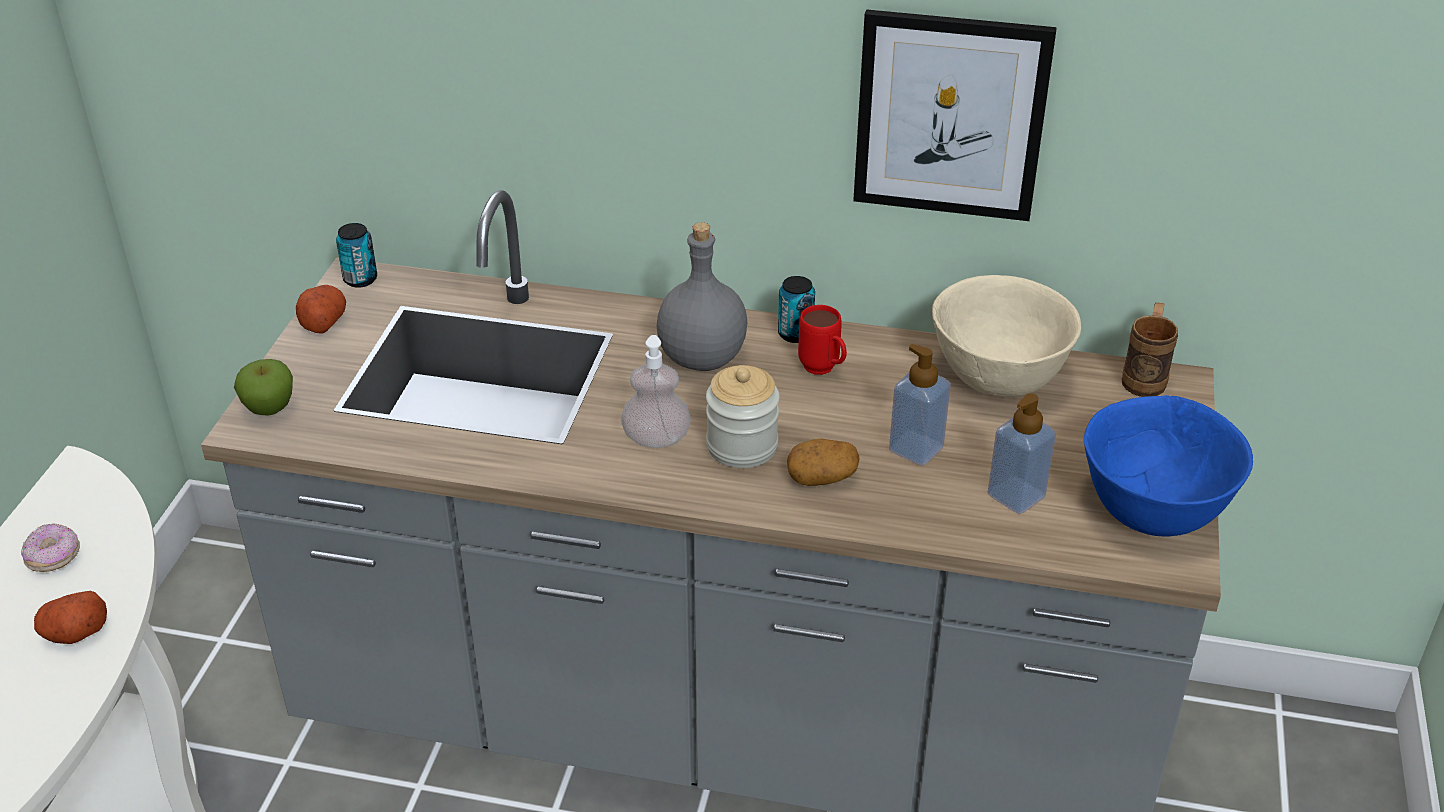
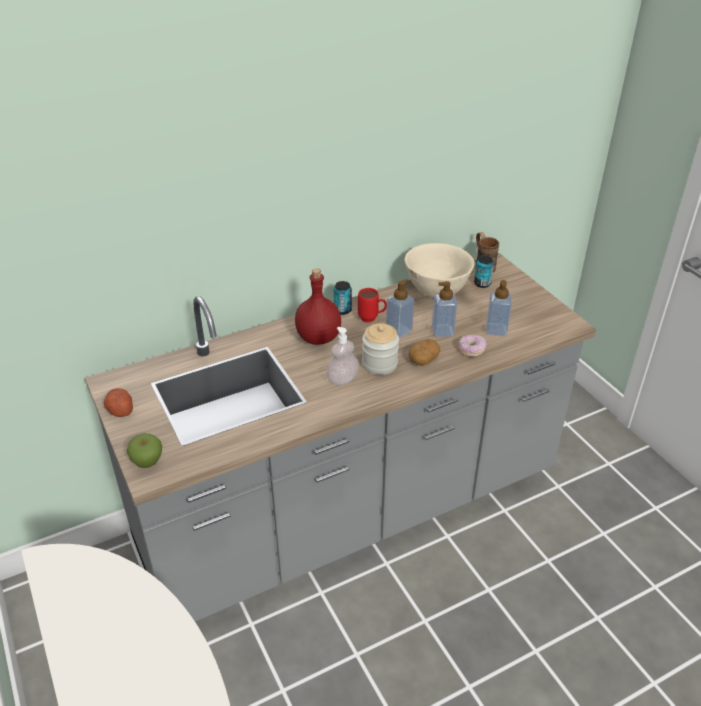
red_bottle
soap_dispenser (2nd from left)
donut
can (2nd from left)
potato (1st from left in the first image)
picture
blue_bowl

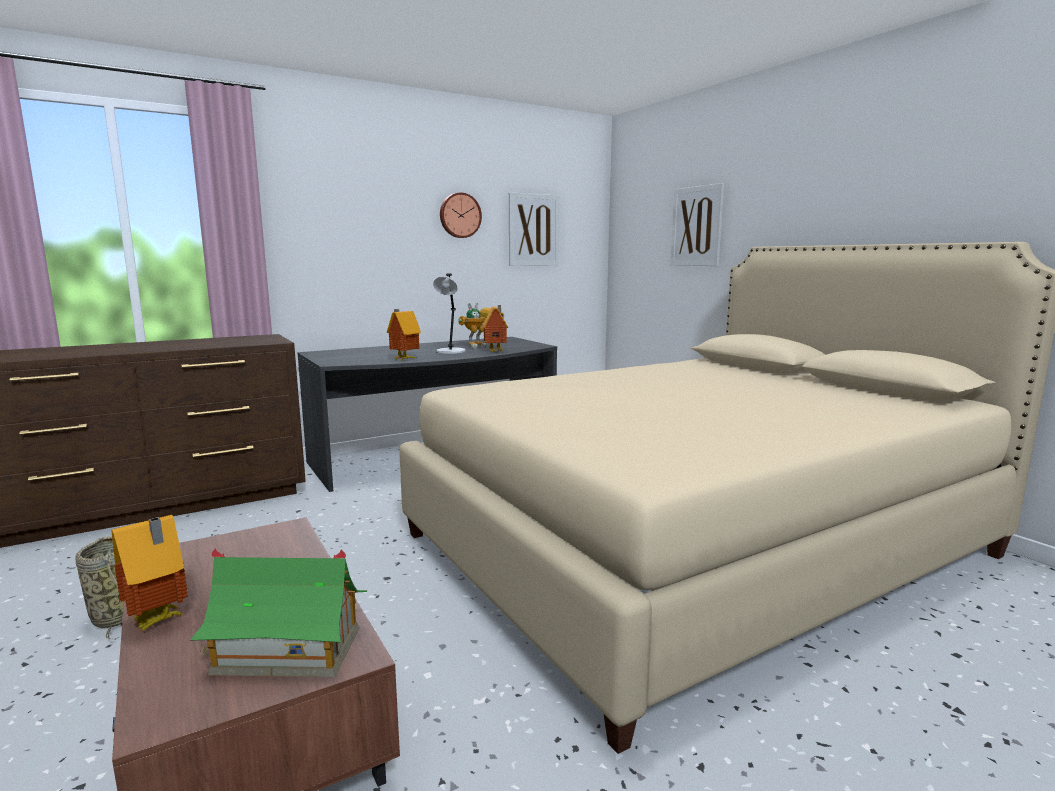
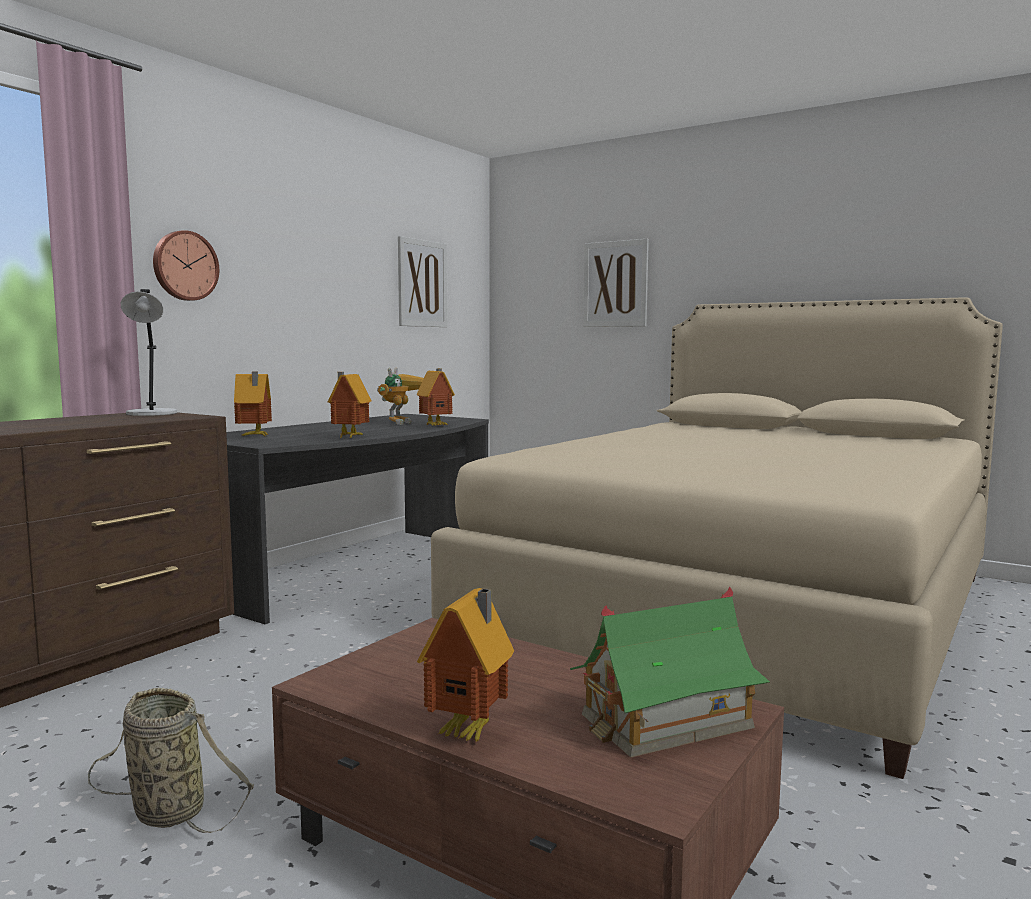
grey_table_lamp
wall_clock
toy_house (1st from left)

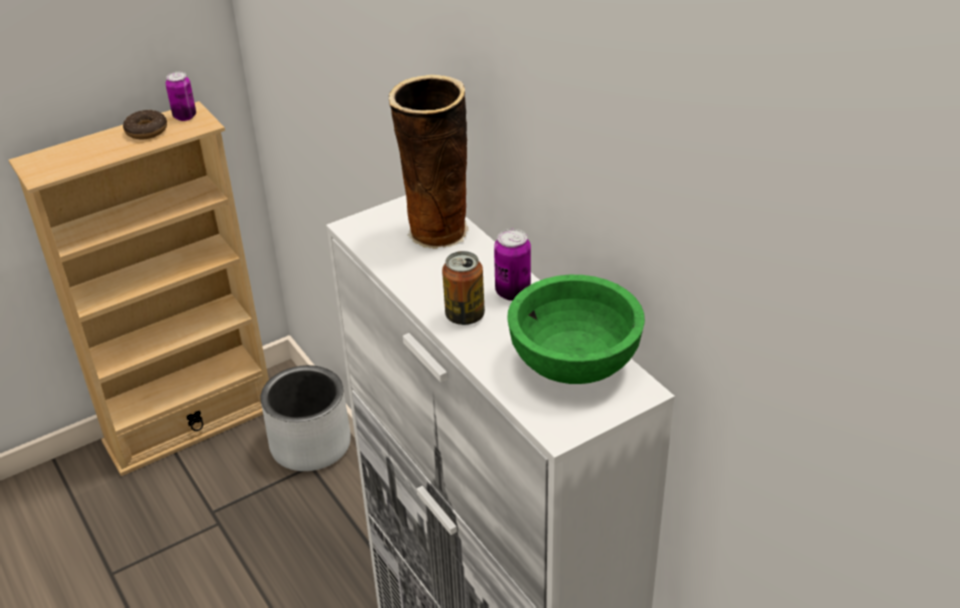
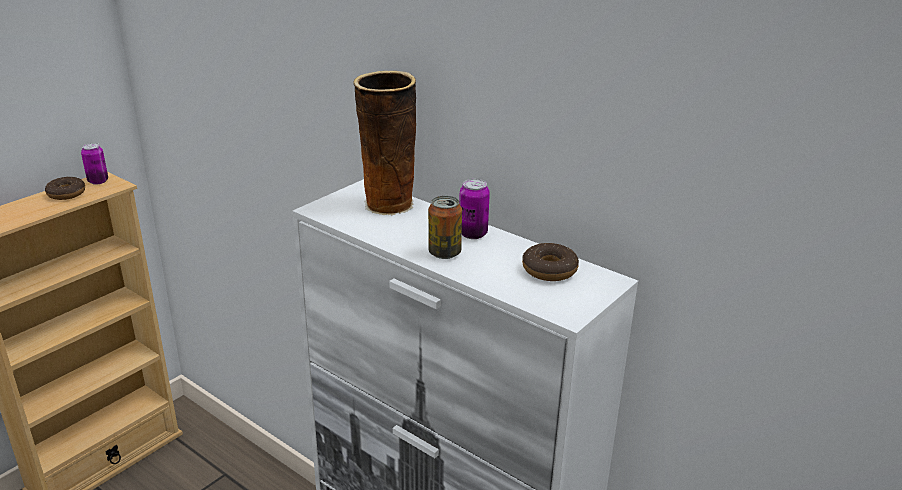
donut (2nd from left)
grey_planter

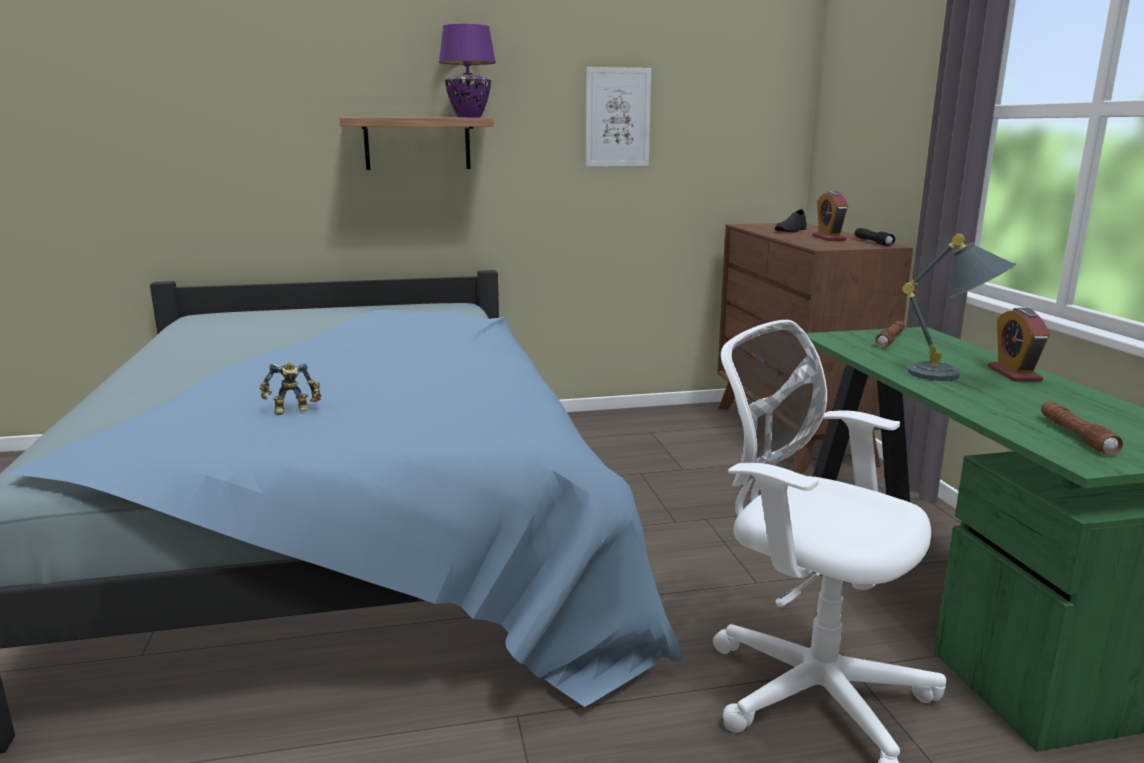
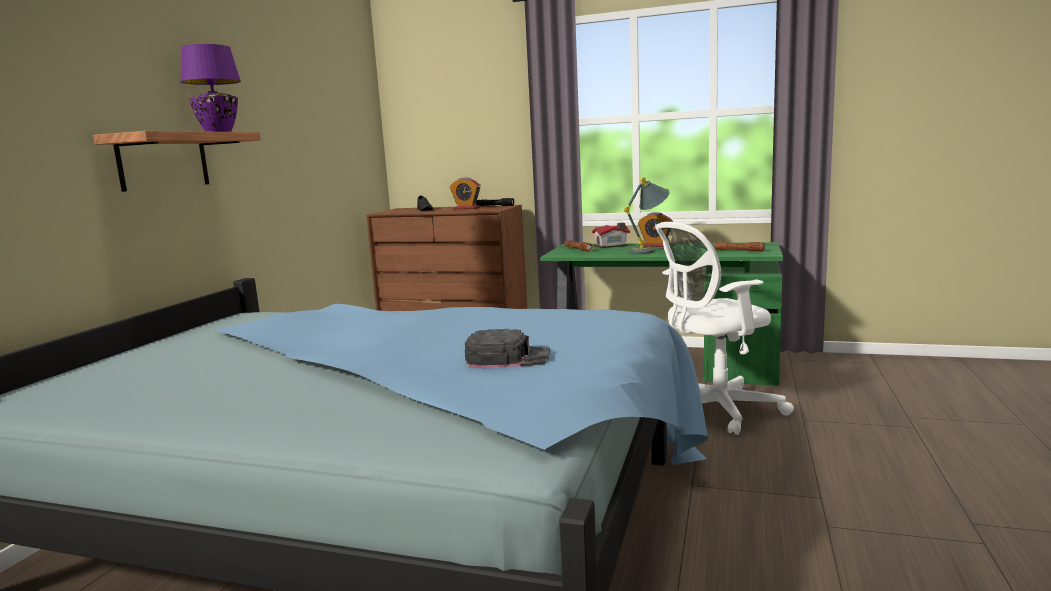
black_cap
toy_house
picture

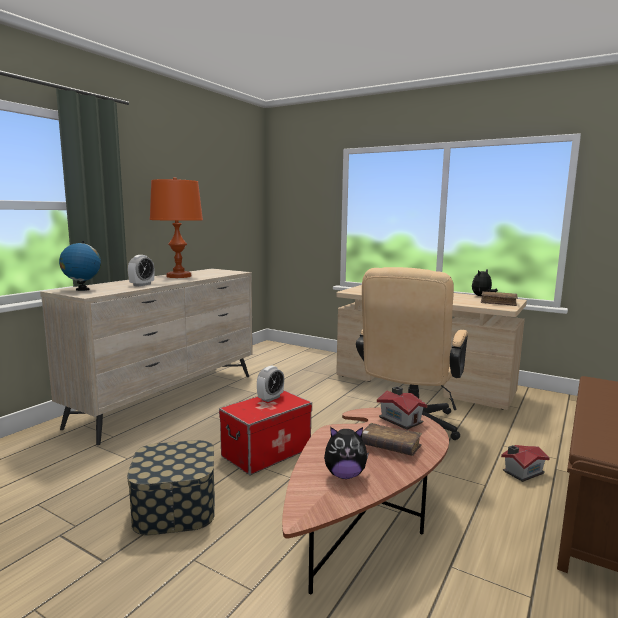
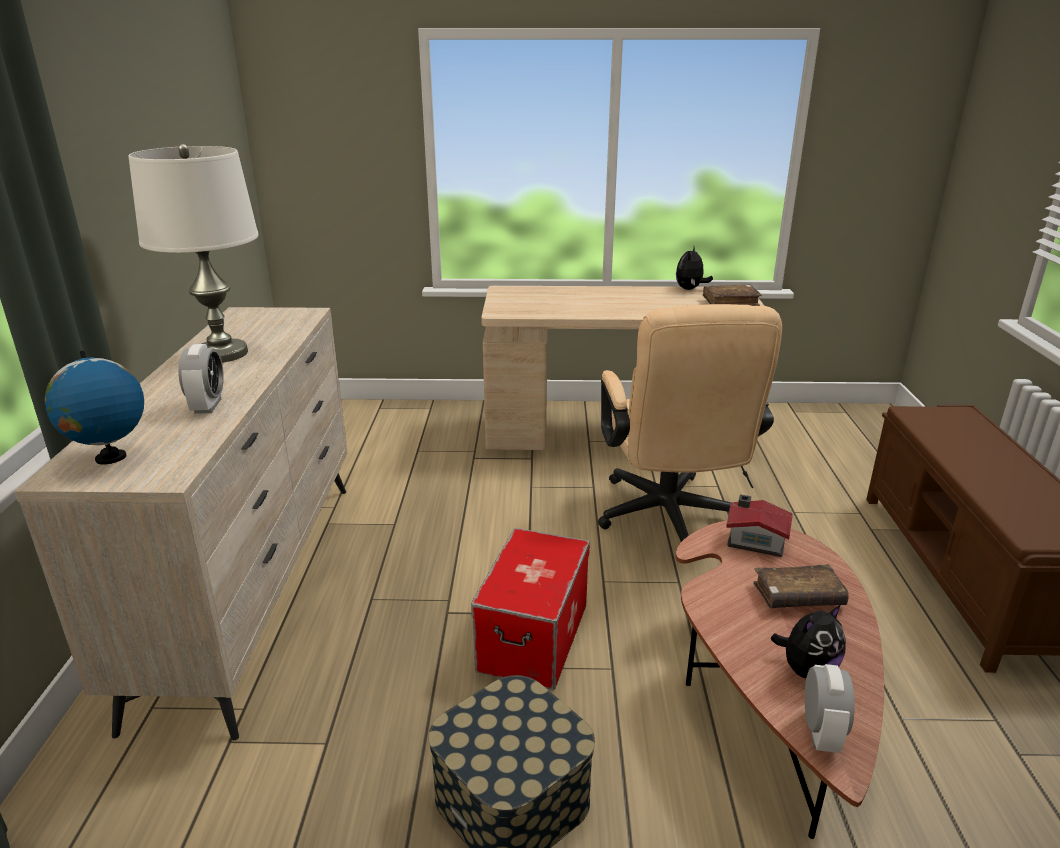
white_table_lamp
alarm_clock (2nd from left)
toy_house (2nd from left in the first image)

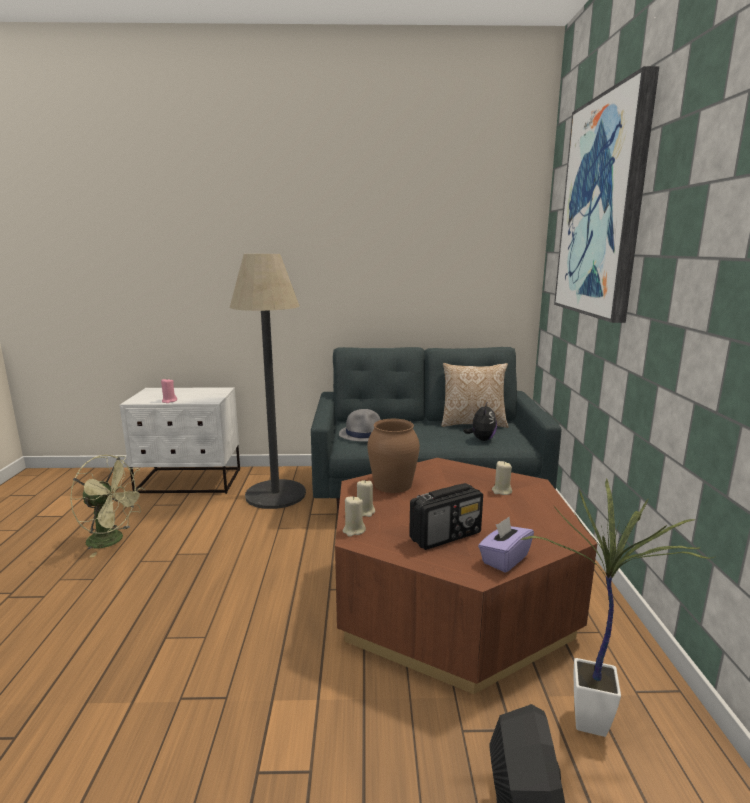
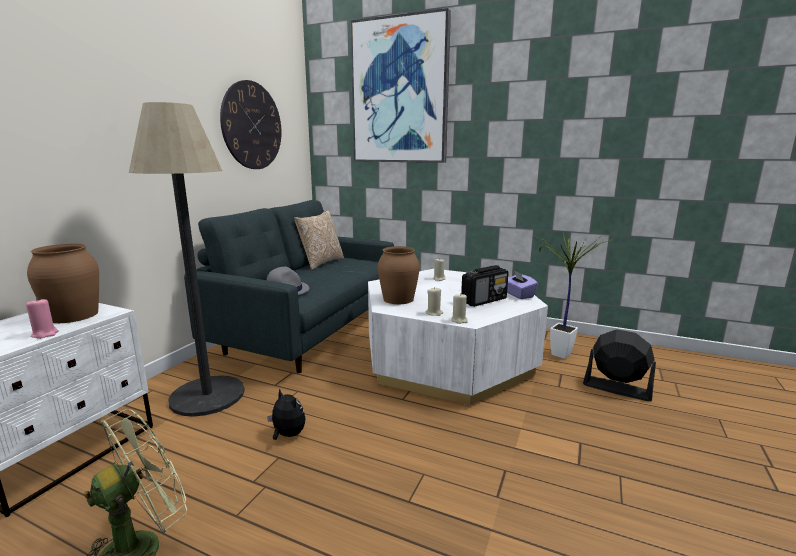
brown_vase (1st from left)
wall_clock
plush_toy
white_coffee_table
radio

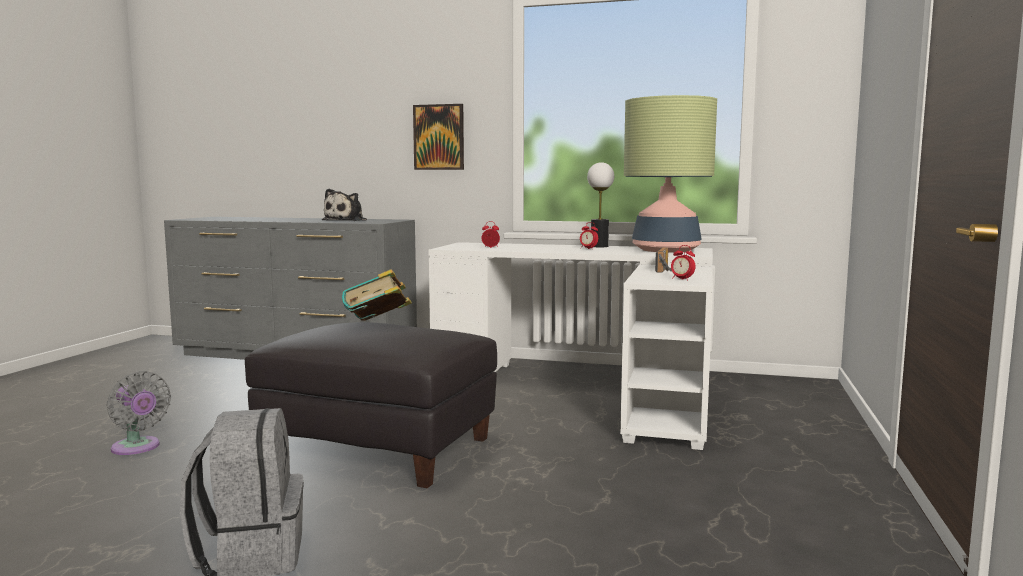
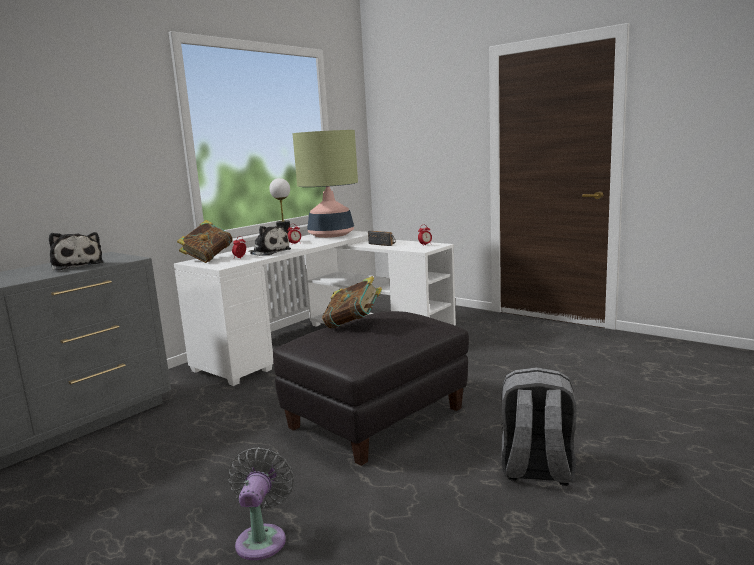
book (1st from left)
grey_fan
plush_toy (2nd from left)
picture

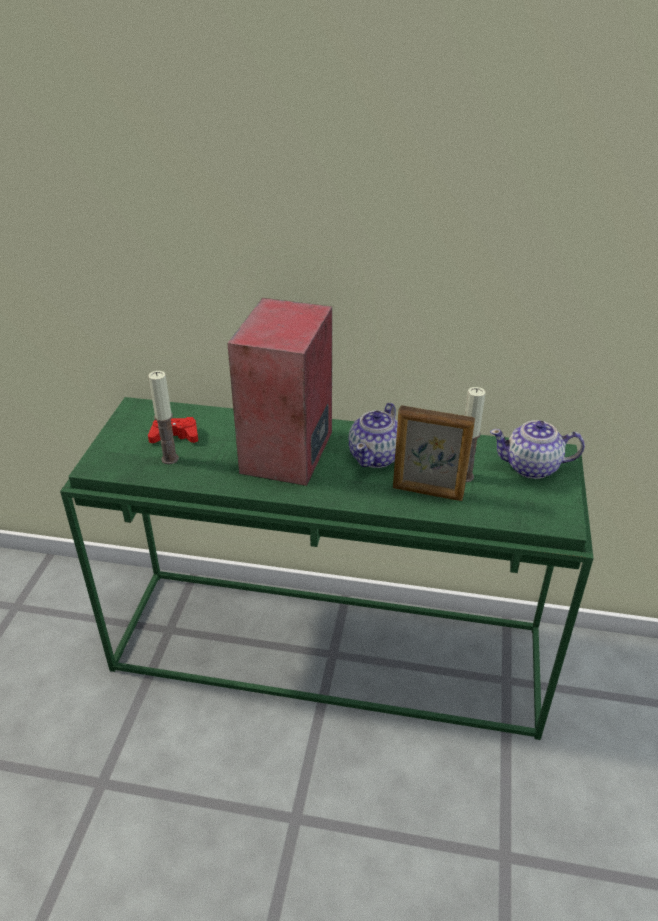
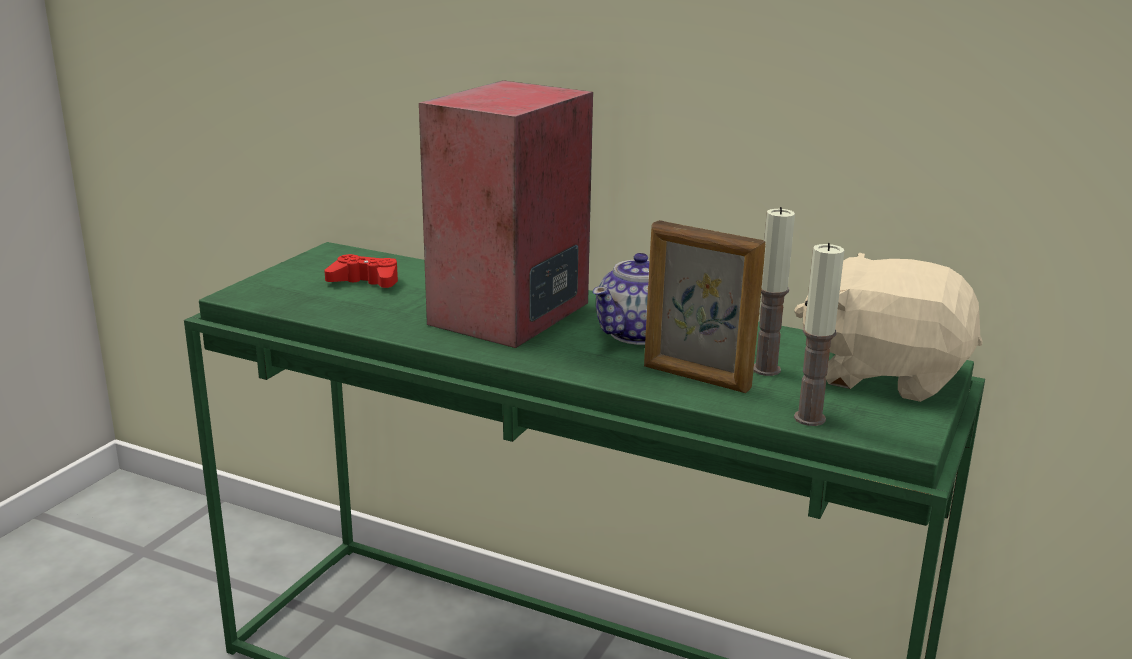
candle (2nd from left)
beige_plush_toy

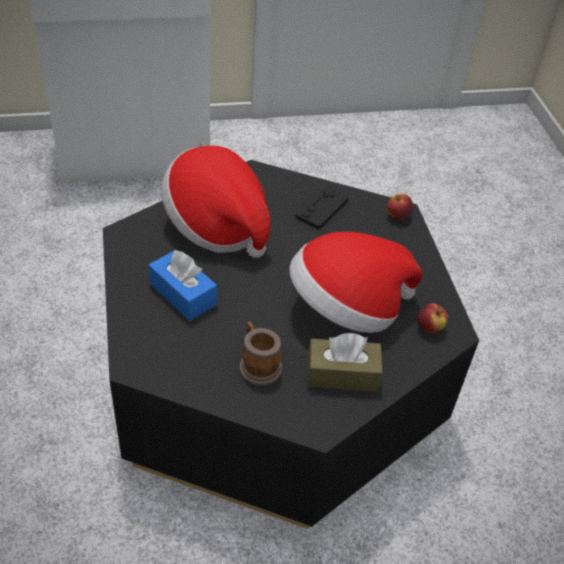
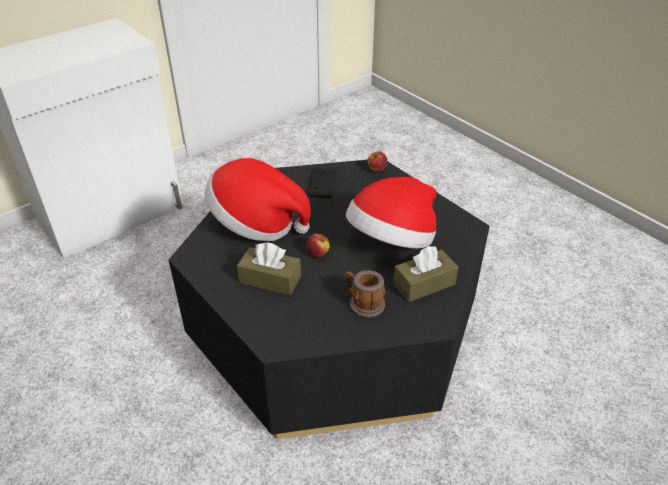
brown_tissue_box (1st from left)
apple (1st from left)

